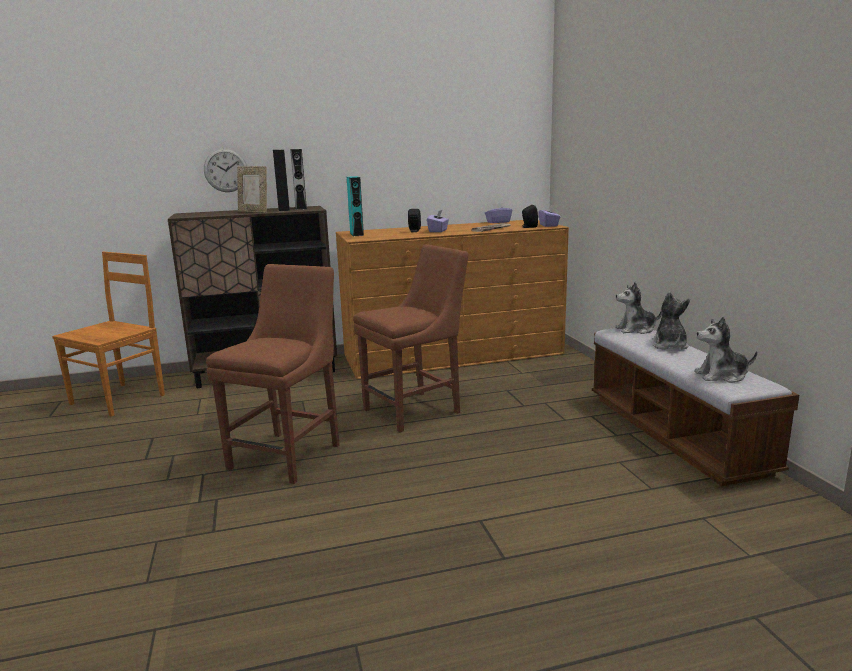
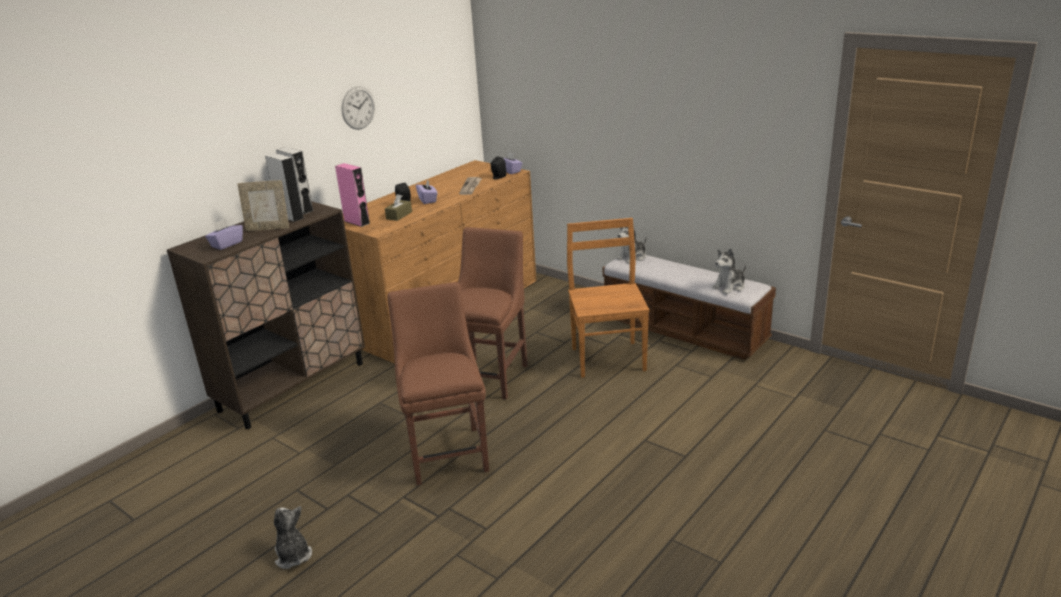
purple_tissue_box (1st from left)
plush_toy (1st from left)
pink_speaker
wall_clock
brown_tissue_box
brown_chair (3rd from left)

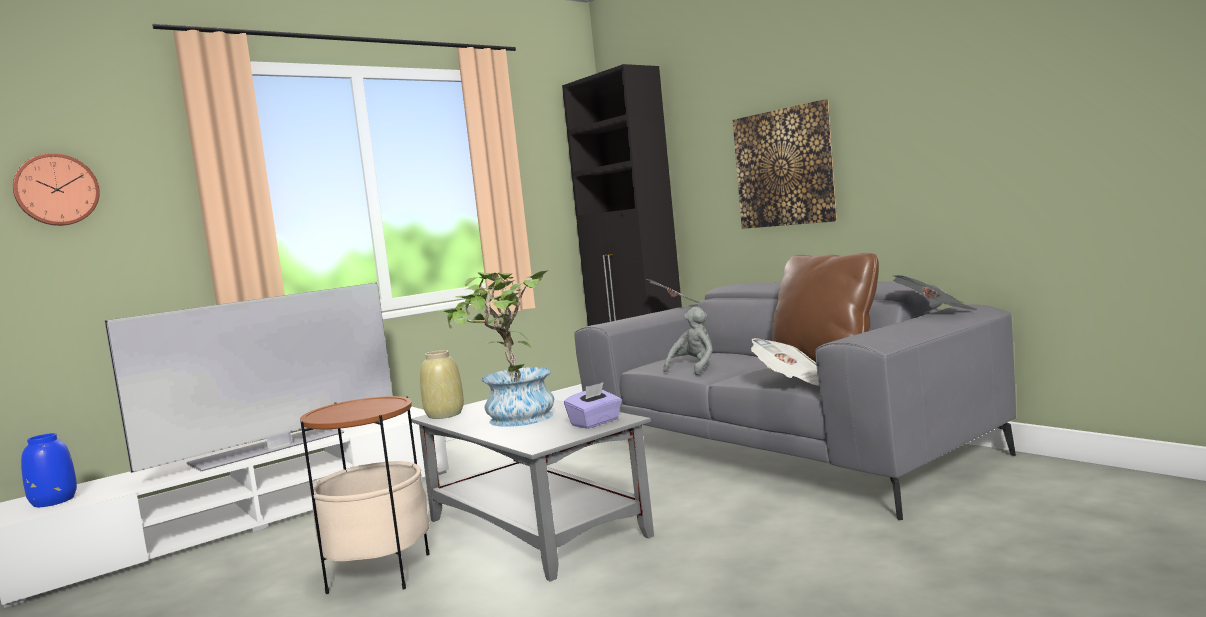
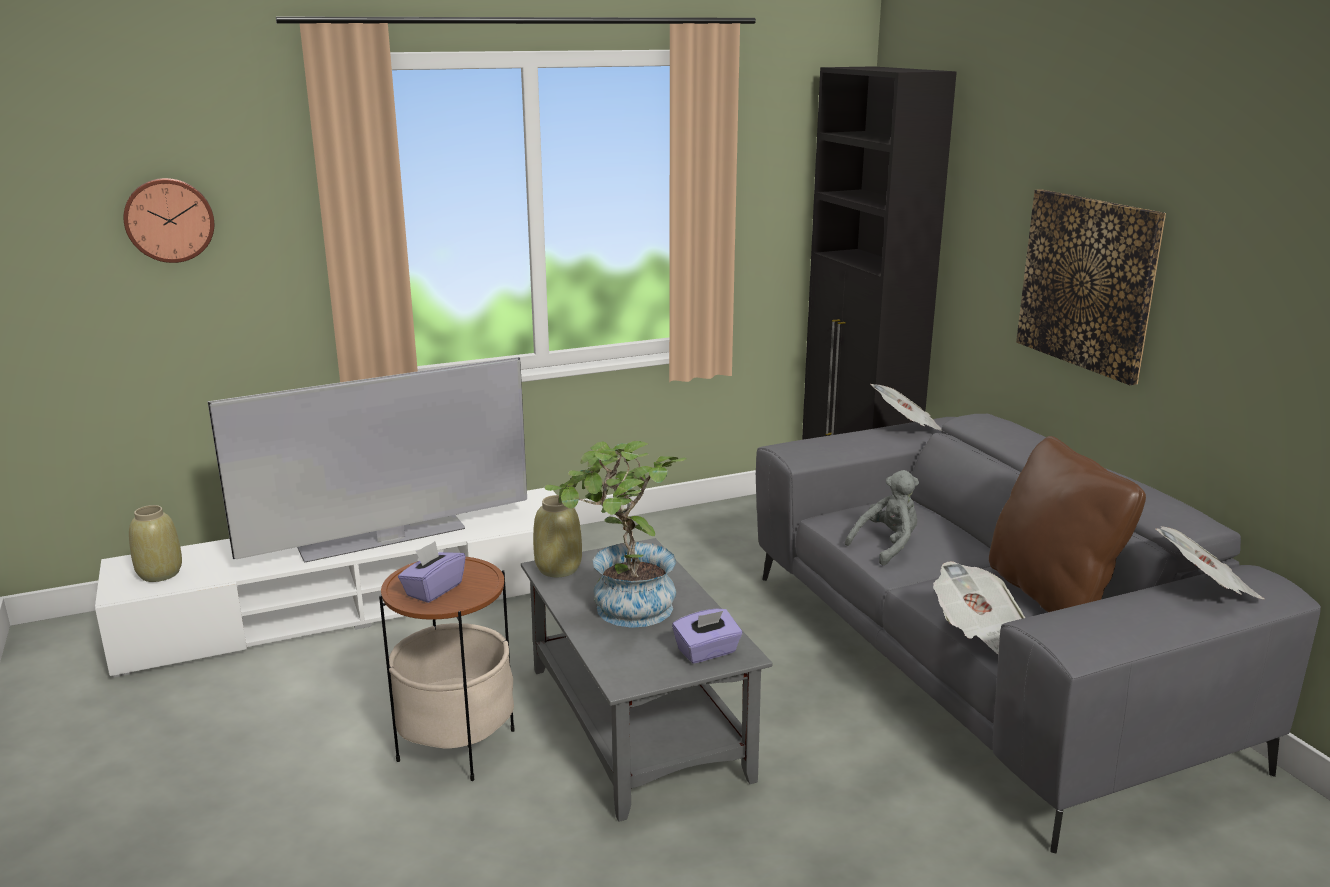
beige_vase (1st from left)
purple_tissue_box (1st from left)

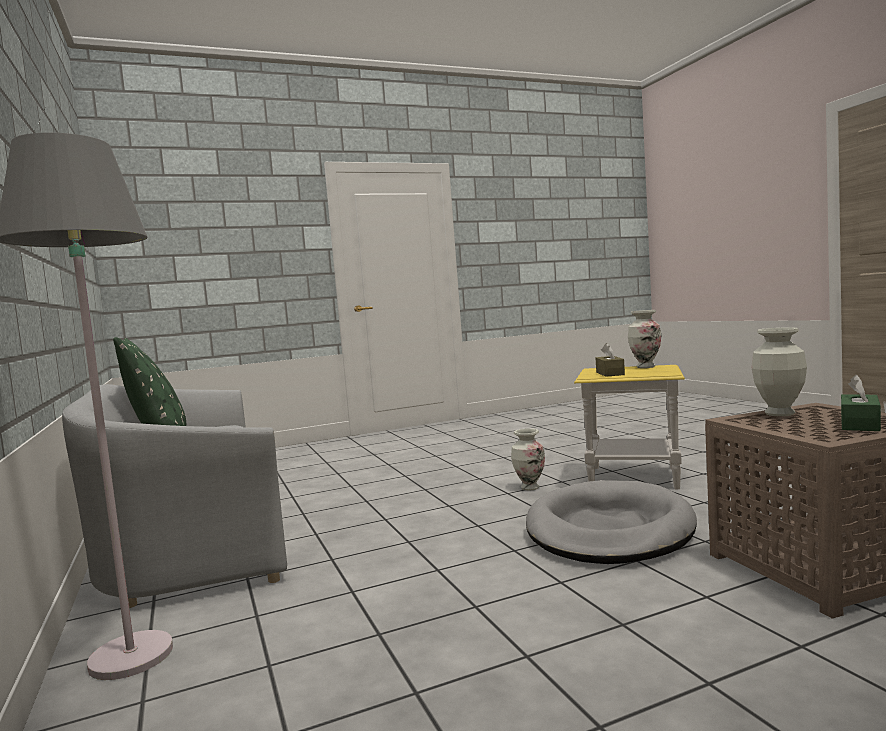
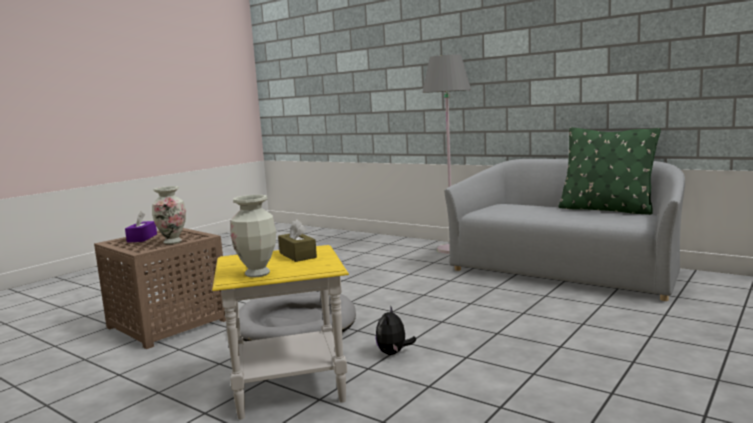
purple_tissue_box
plush_toy

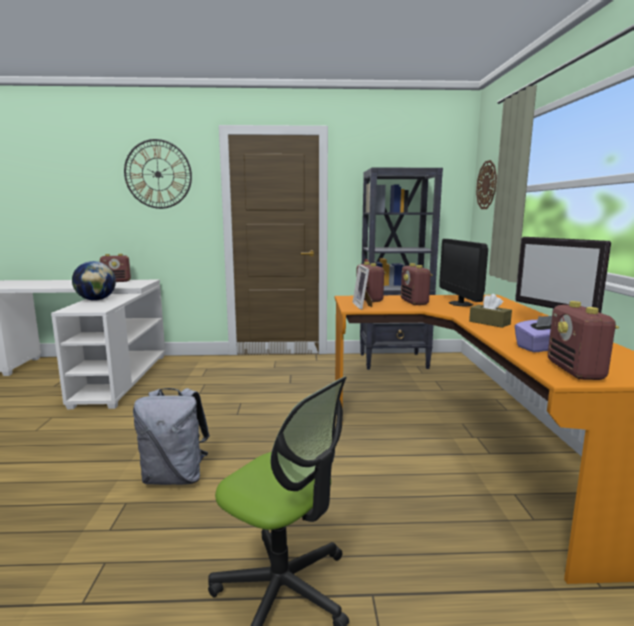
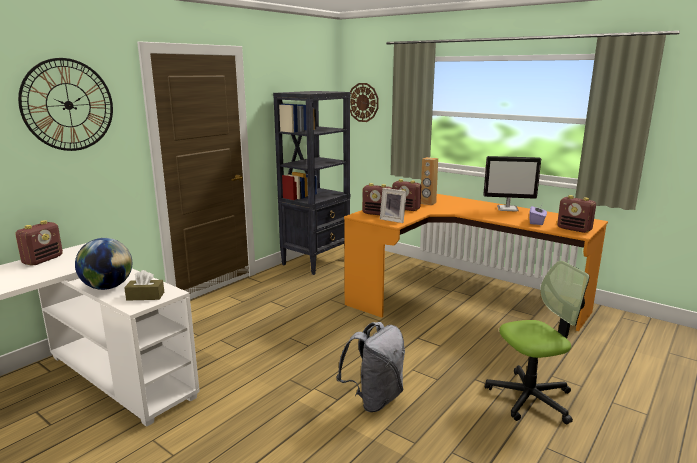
brown_tissue_box
brown_speaker

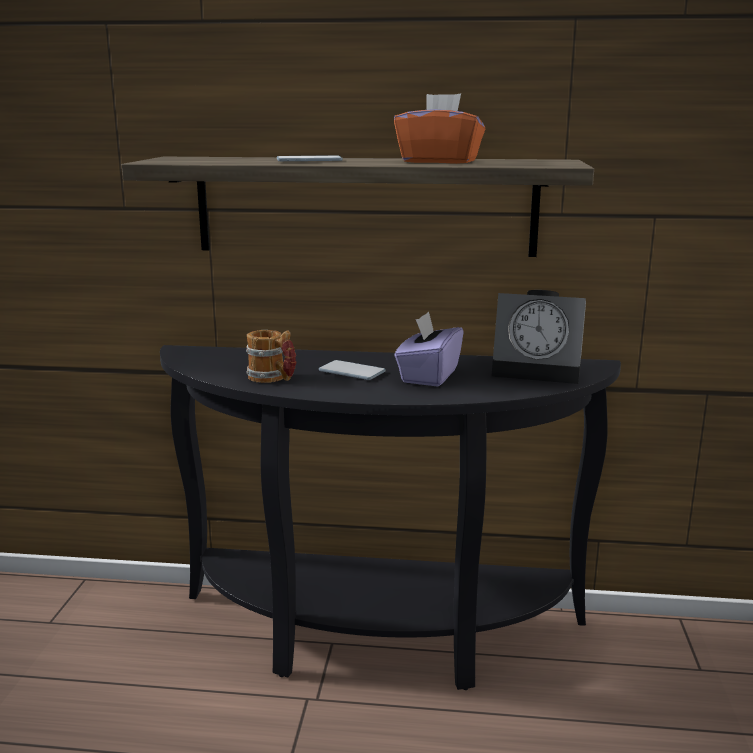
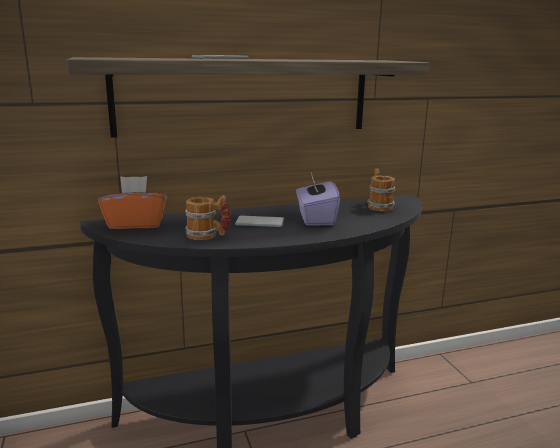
orange_tissue_box
mug (2nd from left)

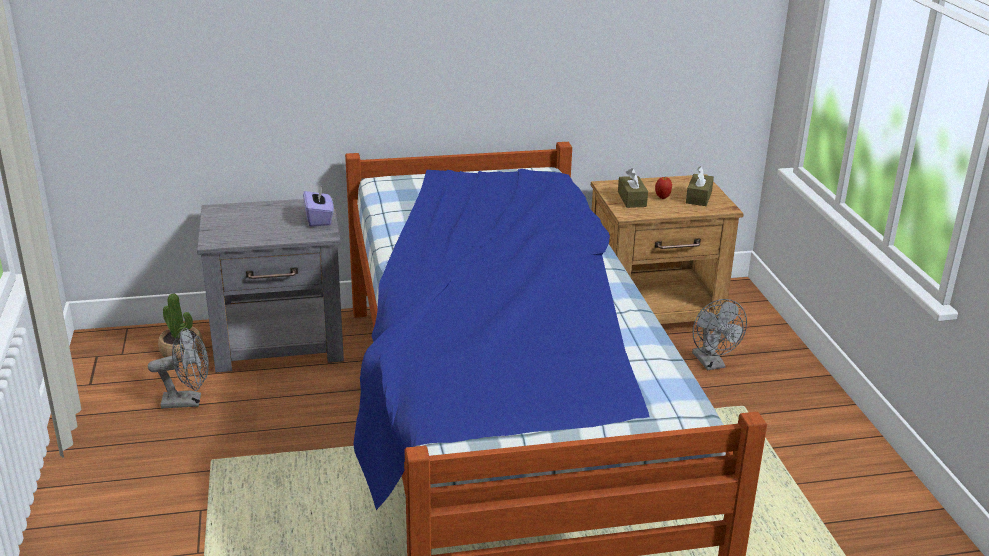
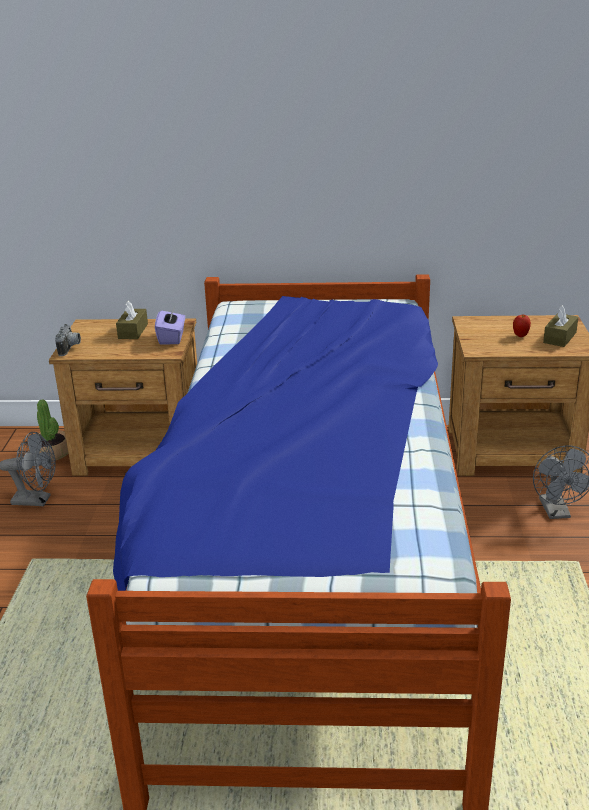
brown_nightstand (1st from left)
photo_camera
brown_tissue_box (1st from left)

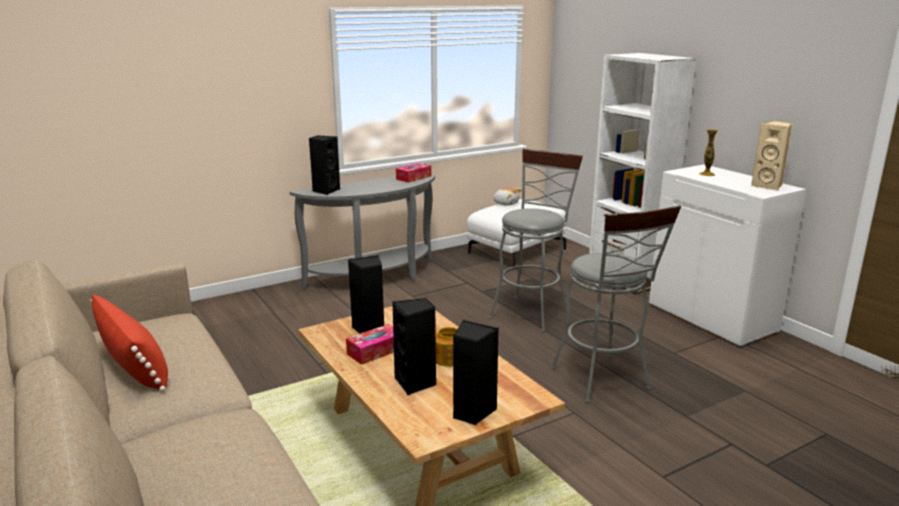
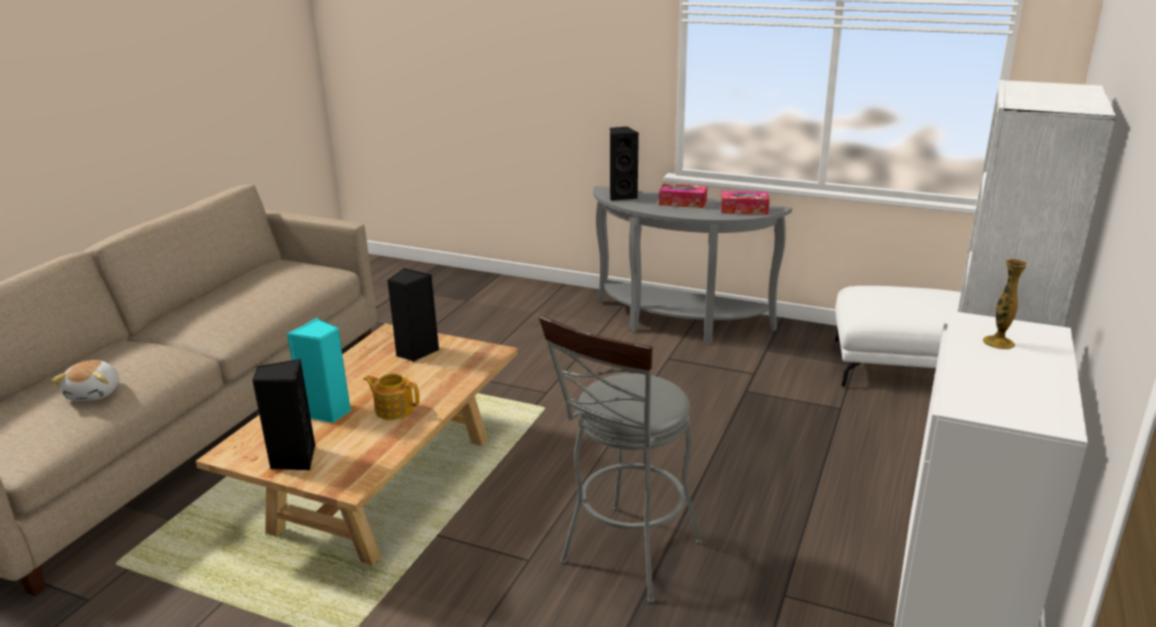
plush_toy
turquoise_speaker
tissue_box (1st from left)
red_pillow
grey_stool (1st from left in the first image)
beige_speaker

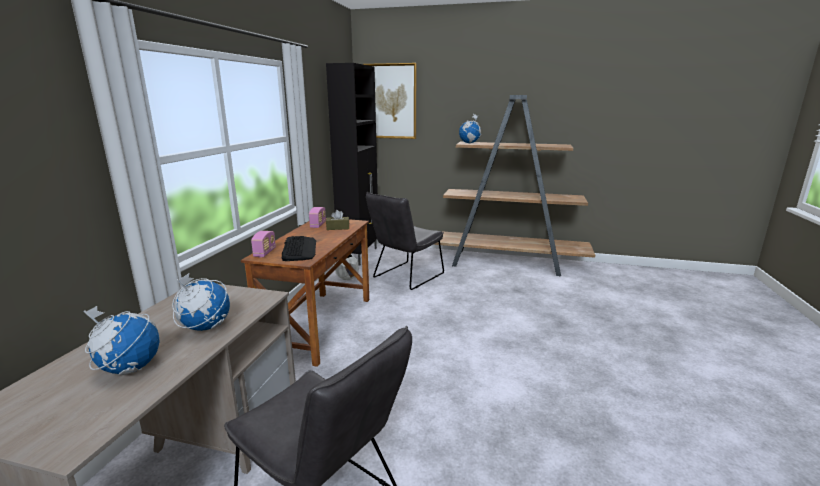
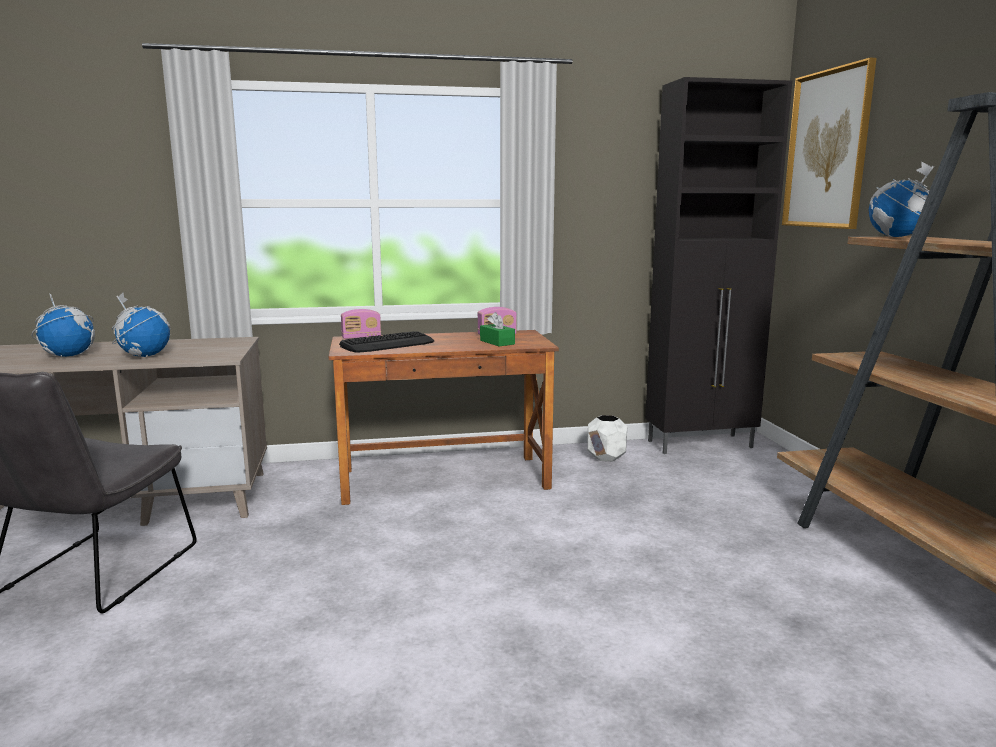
green_tissue_box
grey_chair (2nd from left in the first image)

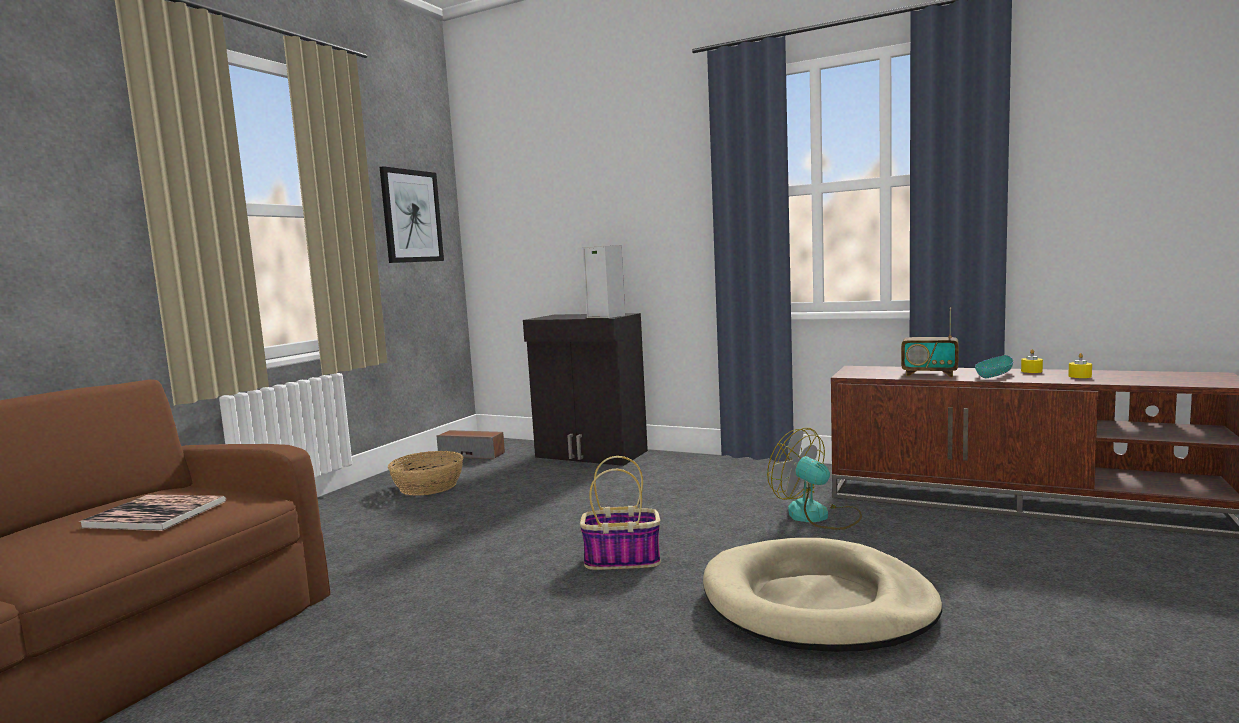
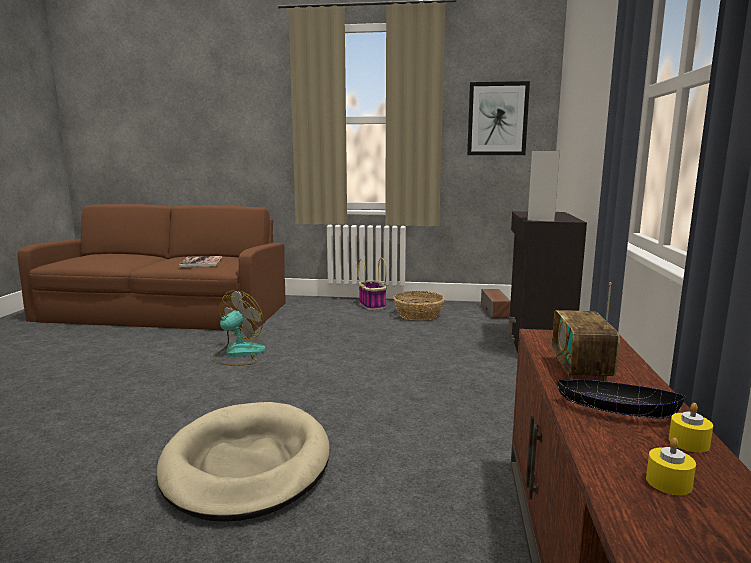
fan
basket (1st from left)
black_bowl

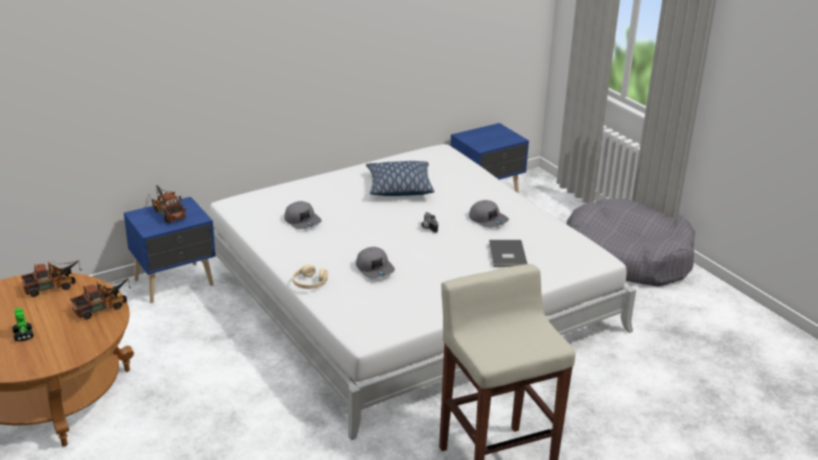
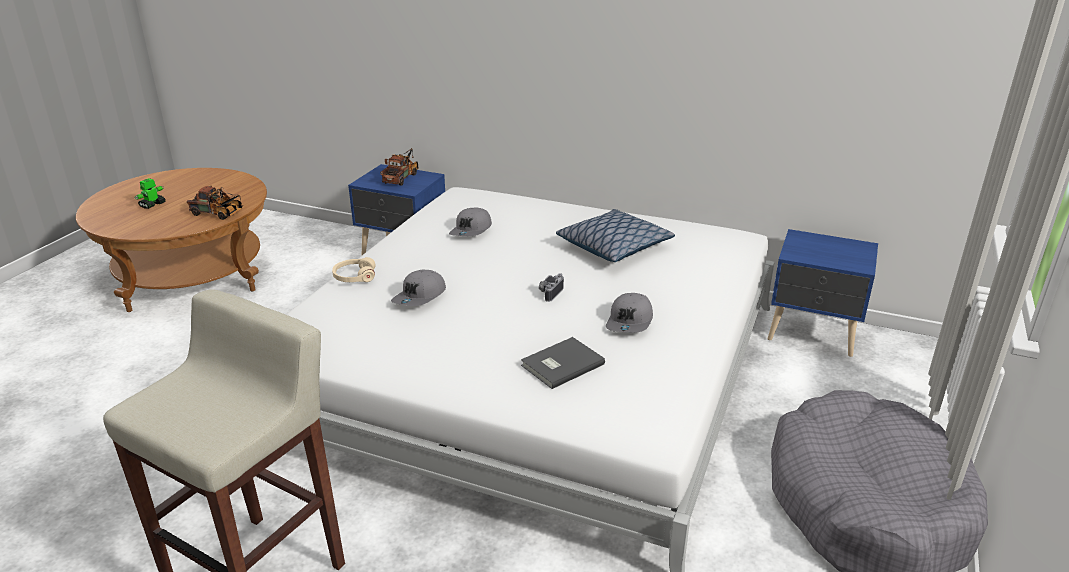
toy_truck (1st from left in the first image)

